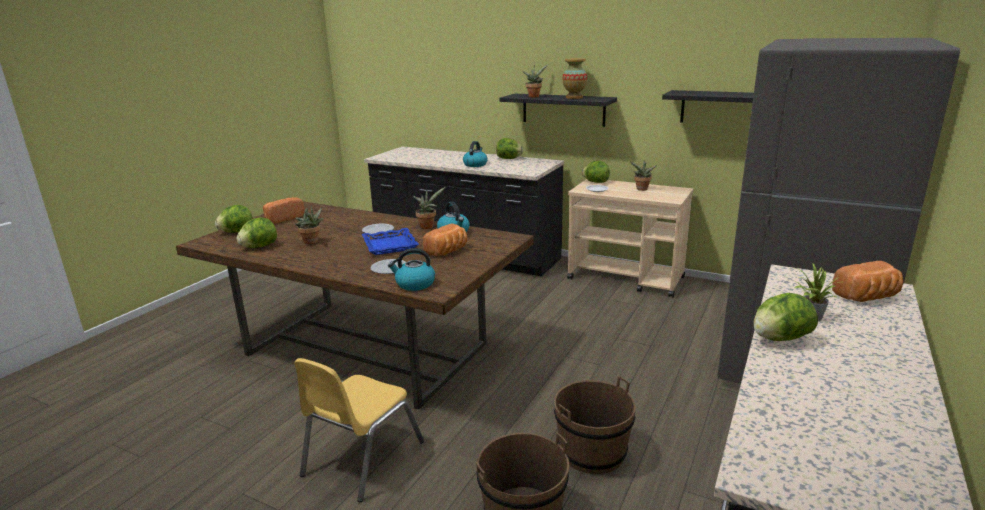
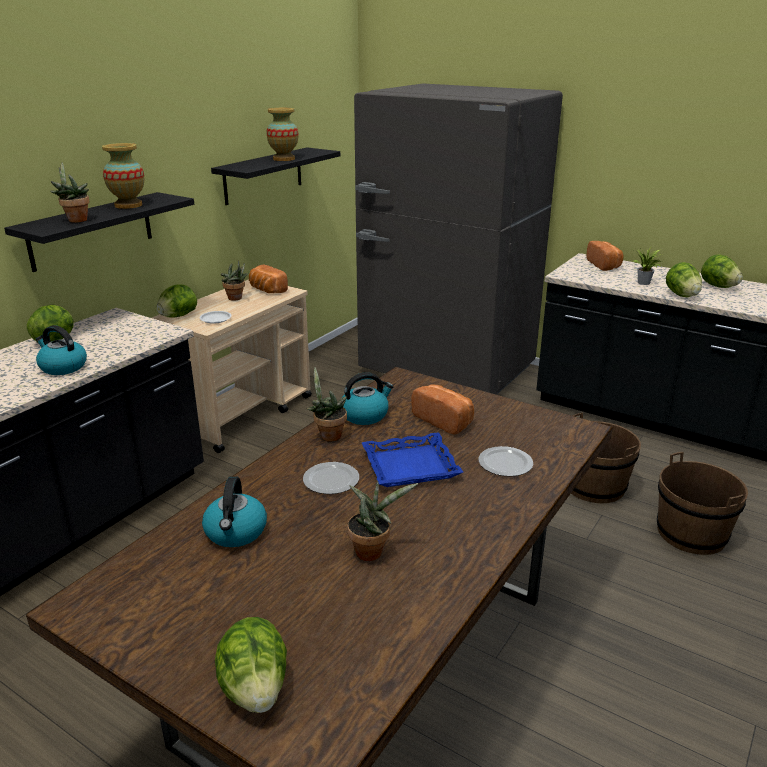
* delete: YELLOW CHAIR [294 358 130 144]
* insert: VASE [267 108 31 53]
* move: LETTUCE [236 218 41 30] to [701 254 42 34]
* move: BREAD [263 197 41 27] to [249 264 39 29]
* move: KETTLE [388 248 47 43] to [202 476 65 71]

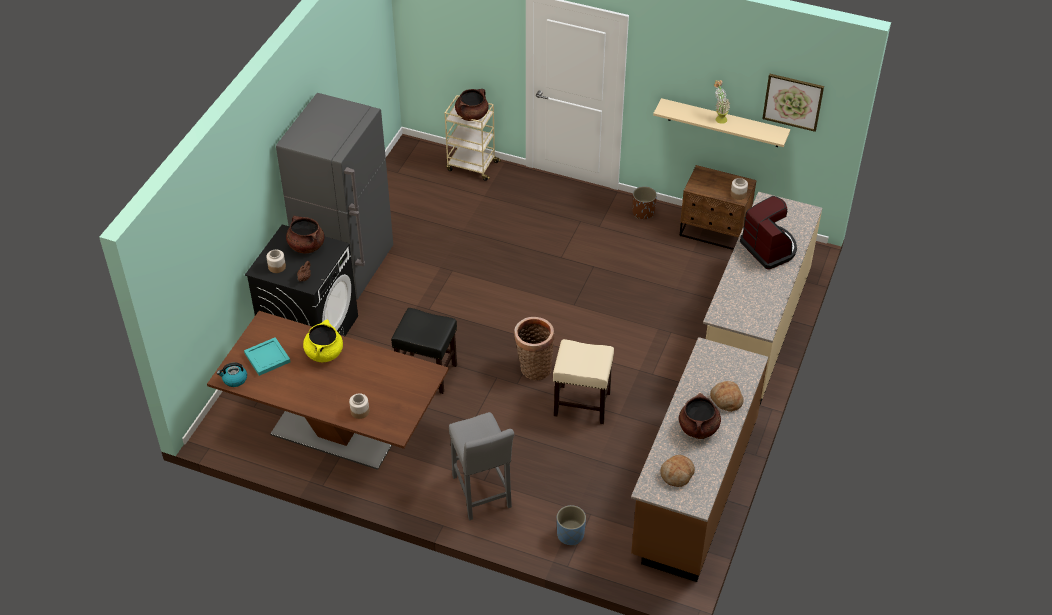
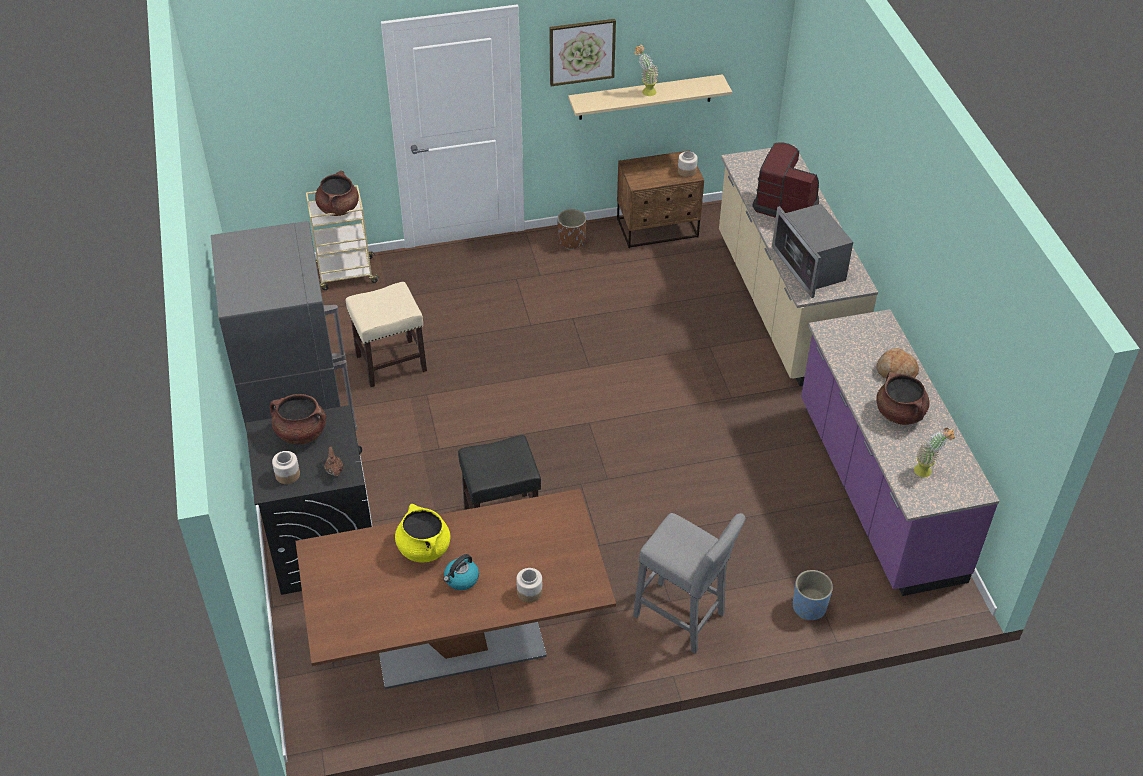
* delete: TURQUOISE TRAY [244 337 46 39]
* delete: BASKET [514 317 40 64]
* insert: MICROWAVE [772 204 81 94]
* move: KETTLE [217 362 30 25] to [443 554 36 36]
* move: BEIGE STOOL [553 339 61 85] to [346 282 81 105]
* move: PICTURE [762 74 62 58] to [549 19 67 67]
* replace: BREAD [661 455 34 32] to POTTED PLANT [914 428 41 49]
* recolor: BROWN COUNTER [631 337 137 245] to PURPLE COUNTER [801 309 198 287]

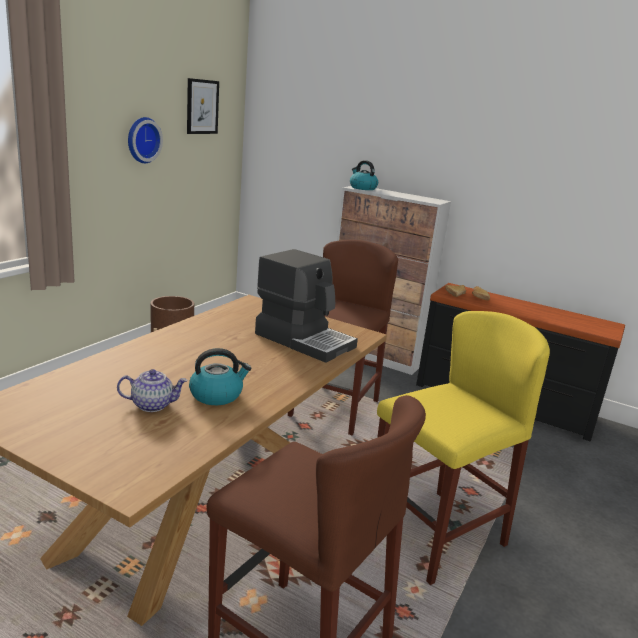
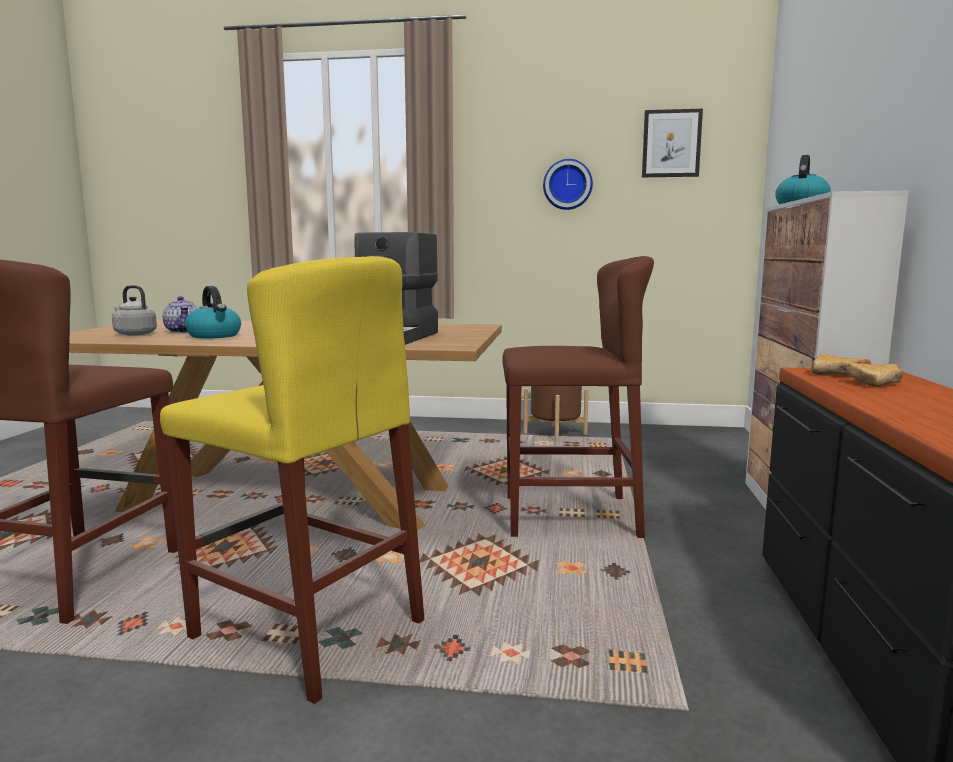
* insert: GREY KETTLE [112 285 45 51]

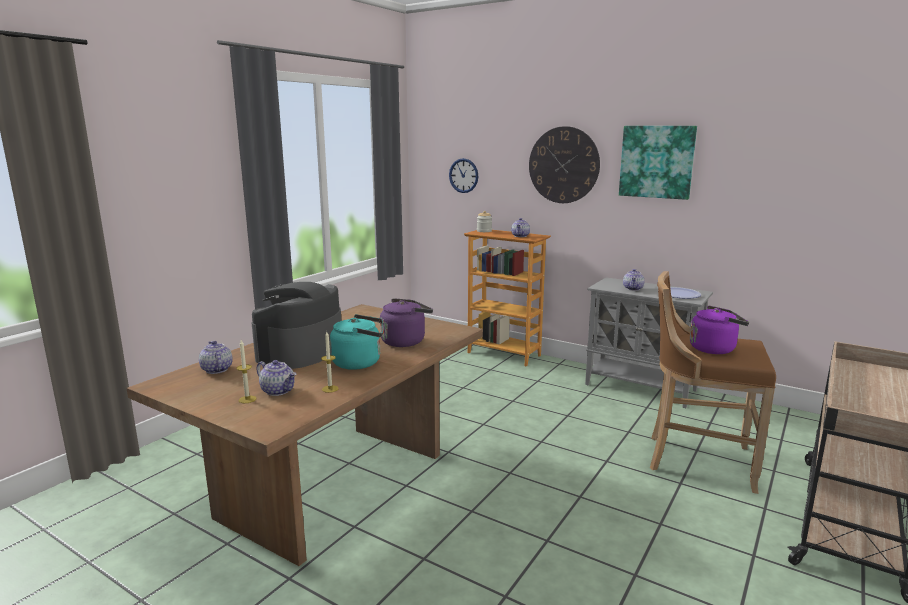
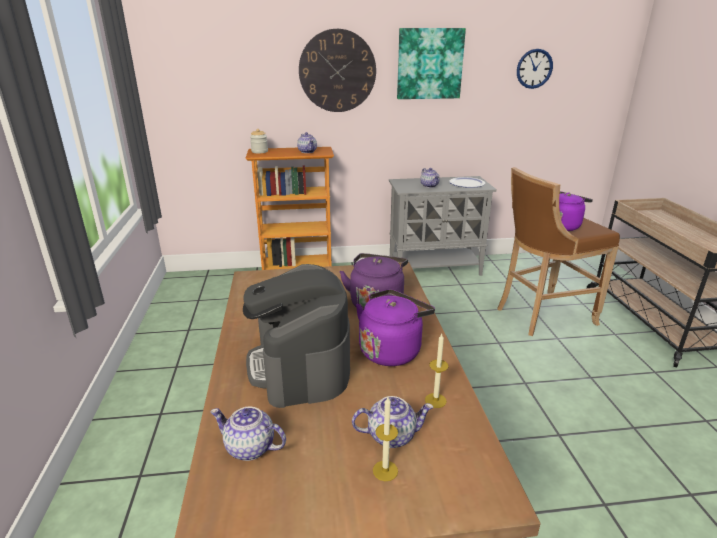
* move: WALL CLOCK [449 158 29 35] to [517 49 36 40]
* recolor: TURQUOISE KETTLE [330 314 53 56] to PURPLE KETTLE [356 289 79 77]

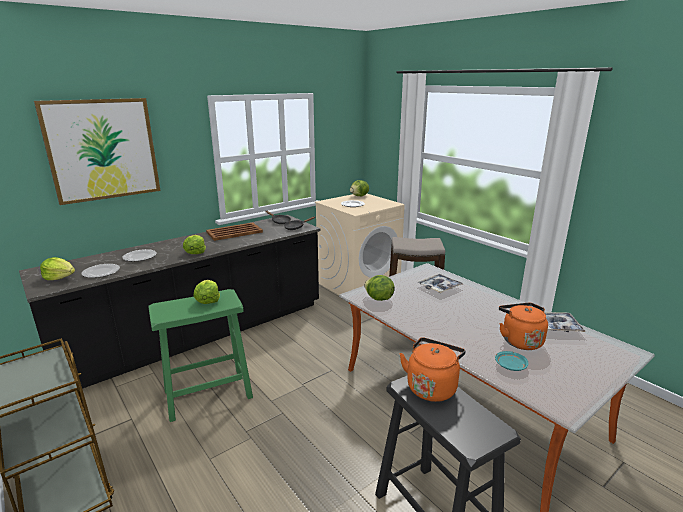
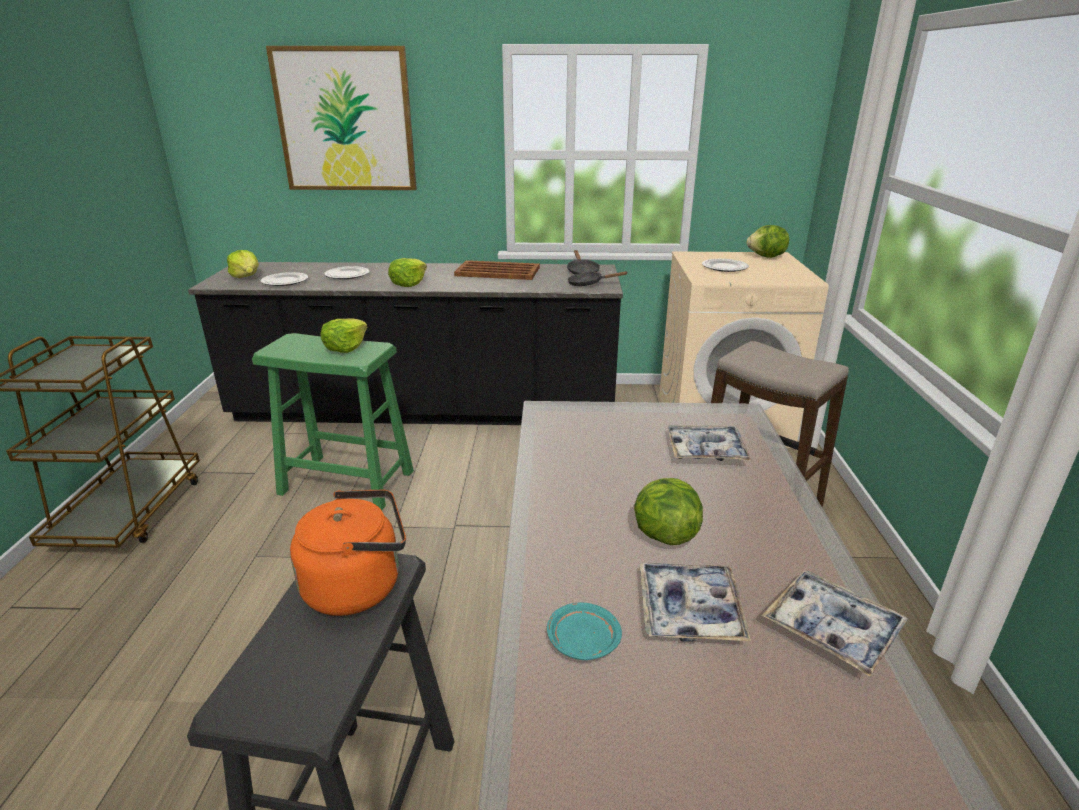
* move: LETTUCE [364 275 31 26] to [634 478 69 67]
* replace: ORANGE KETTLE [499 303 49 47] to TRAY [640 563 111 79]

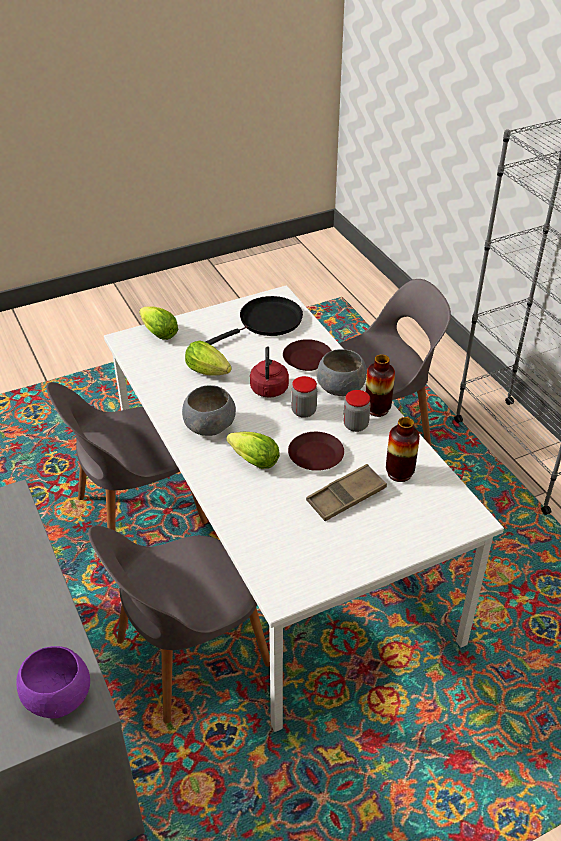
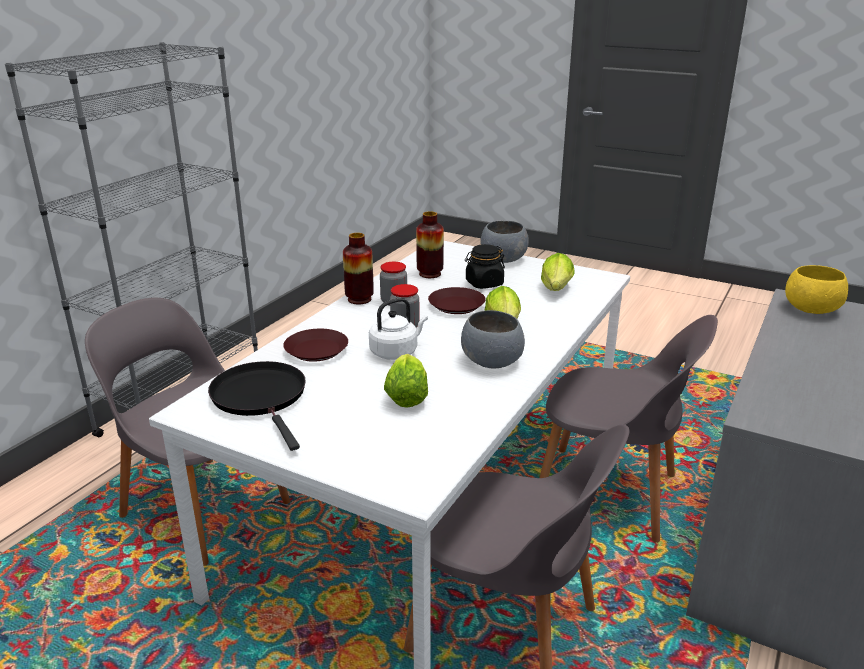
* move: LETTUCE [139 306 39 34] to [541 253 34 38]
* move: GREY BOWL [316 349 51 47] to [480 221 49 42]
* replace: BROWN TRAY [306 464 81 57] to BLACK JAR [465 244 40 45]
* recolor: PURPLE BOWL [16 646 74 73] to YELLOW BOWL [785 265 63 49]
* recolor: RED KETTLE [250 346 39 52] to WHITE KETTLE [369 298 59 62]
* rotate: BLACK FRYING PAN [205 296 98 49] = [208 361 98 90] 45 degrees clockwise

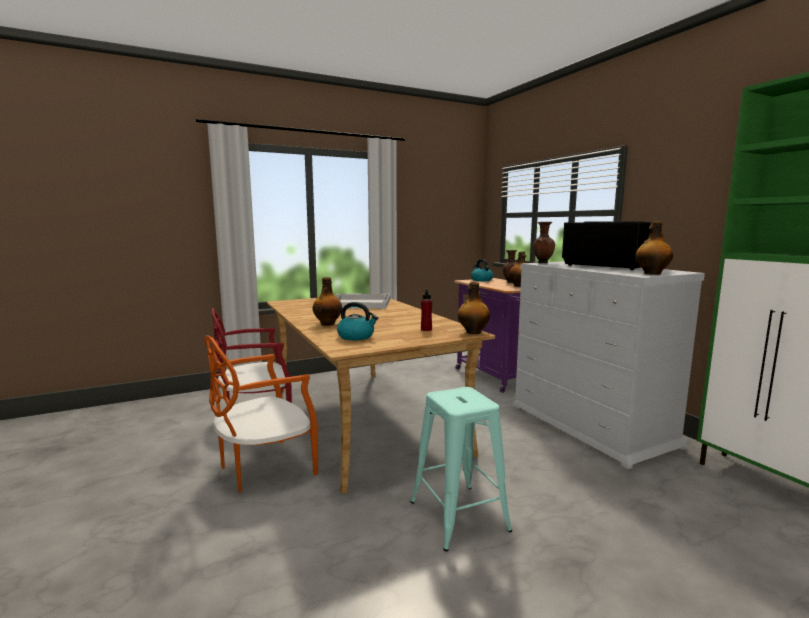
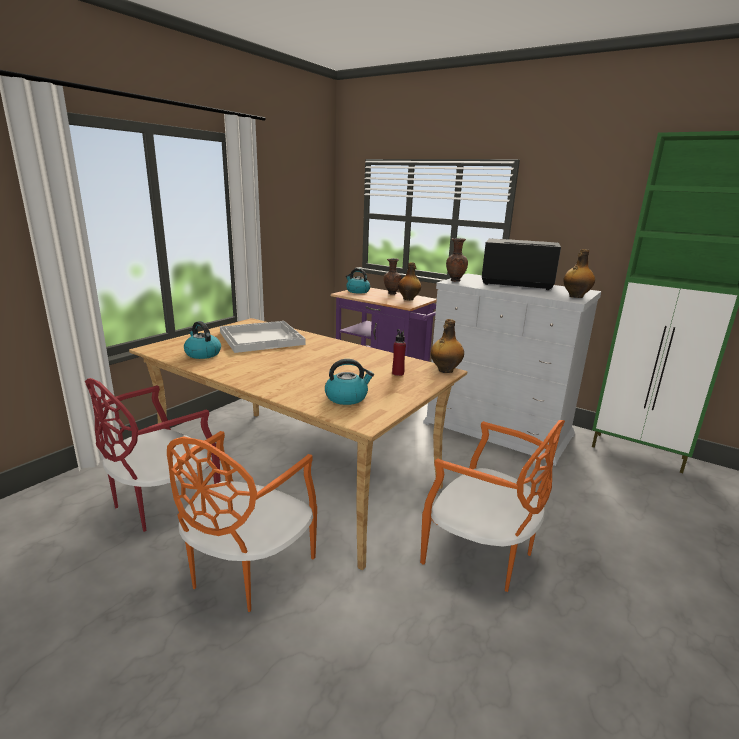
* delete: BOTTLE [313 277 29 49]
* insert: KETTLE [184 321 37 38]
* replace: TURQUOISE STOOL [411 387 101 165] to ORANGE CHAIR [420 420 145 172]

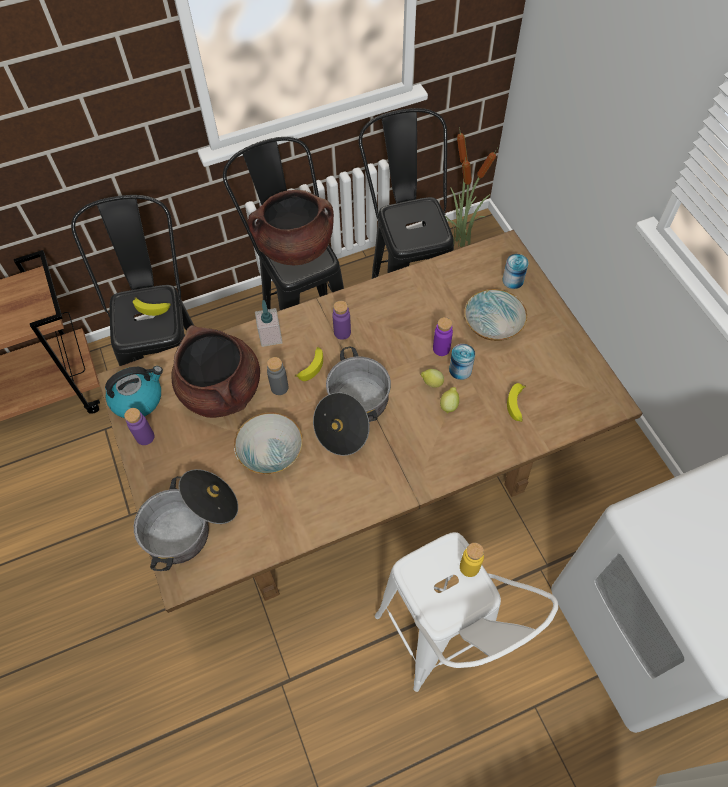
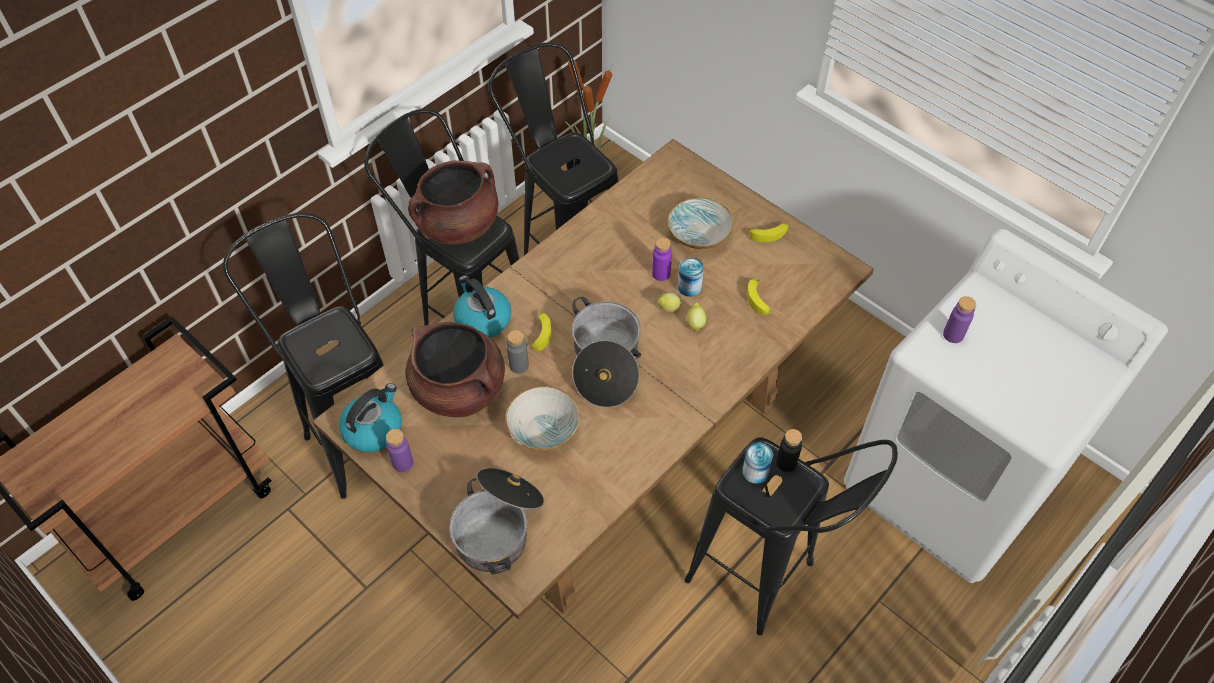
* move: BANANA [133 297 38 19] to [747 223 41 19]
* move: PURPLE BOTTLE [332 301 19 39] to [943 296 33 47]
* move: CAN [502 254 27 35] to [742 442 31 42]
* replace: SOAP DISPENSER [255 300 28 47] to KETTLE [453 275 58 63]
* recolor: WHITE STOOL [375 532 183 160] to BLACK STOOL [685 437 213 198]
* recolor: YELLOW BOTTLE [460 543 24 34] to BLACK BOTTLE [776 429 26 43]

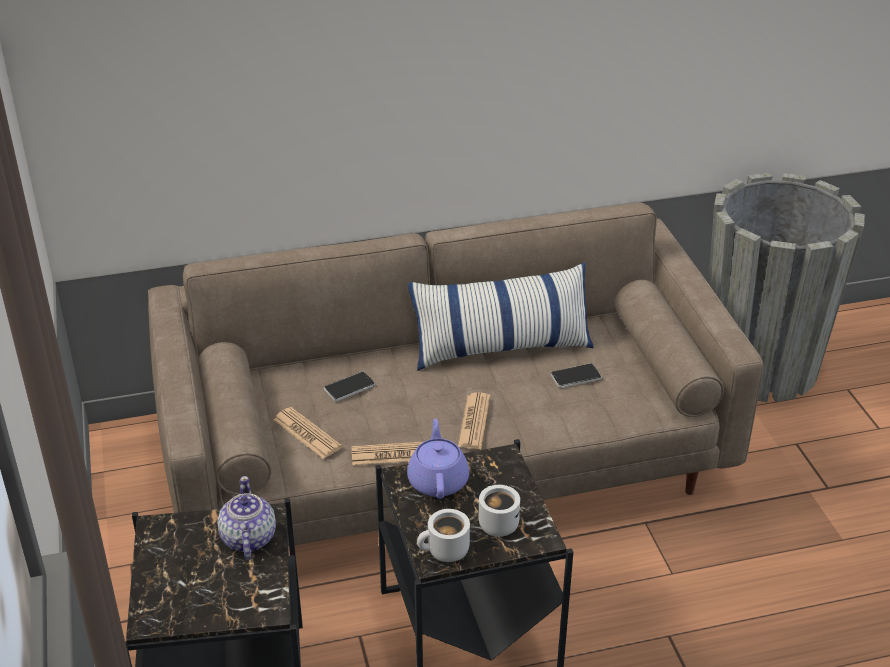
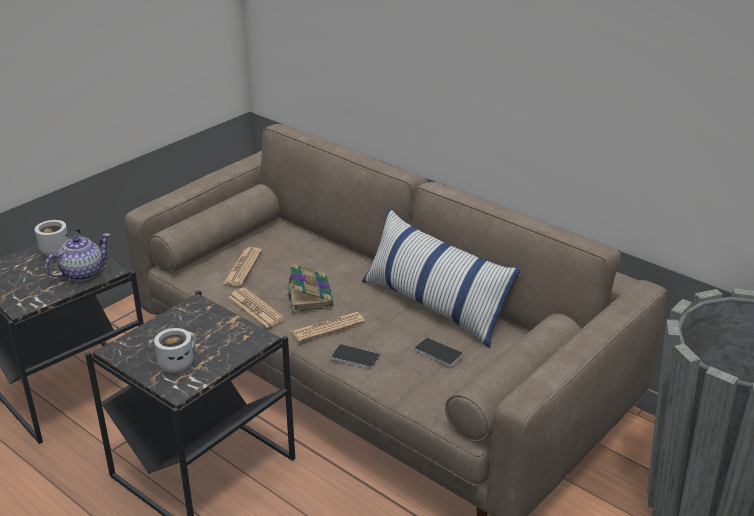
* delete: PURPLE TEAPOT [407 418 62 81]
* insert: BOOK [287 263 47 50]
* move: PHONE [324 371 51 30] to [331 344 49 25]
* move: WHITE MUG [417 509 53 53] to [35 220 34 36]

